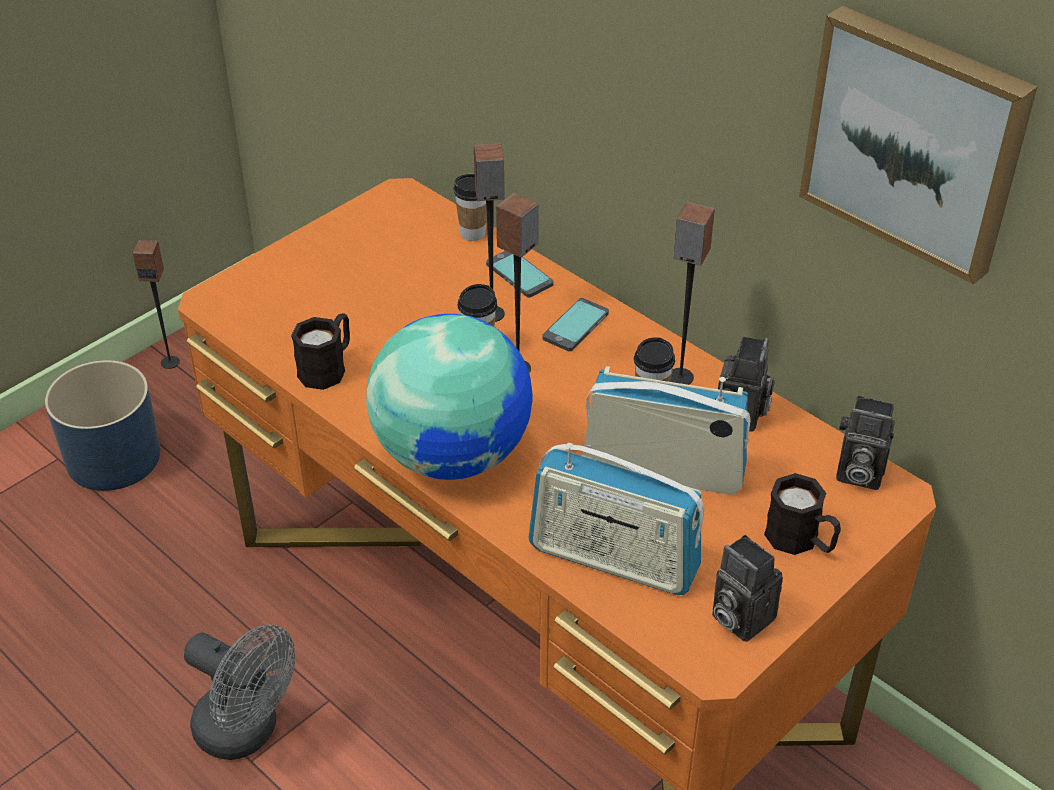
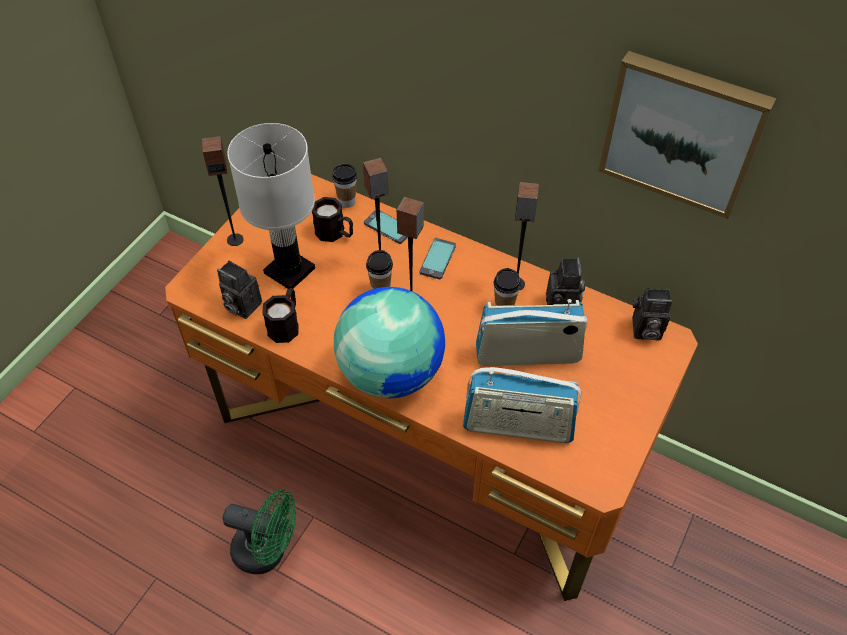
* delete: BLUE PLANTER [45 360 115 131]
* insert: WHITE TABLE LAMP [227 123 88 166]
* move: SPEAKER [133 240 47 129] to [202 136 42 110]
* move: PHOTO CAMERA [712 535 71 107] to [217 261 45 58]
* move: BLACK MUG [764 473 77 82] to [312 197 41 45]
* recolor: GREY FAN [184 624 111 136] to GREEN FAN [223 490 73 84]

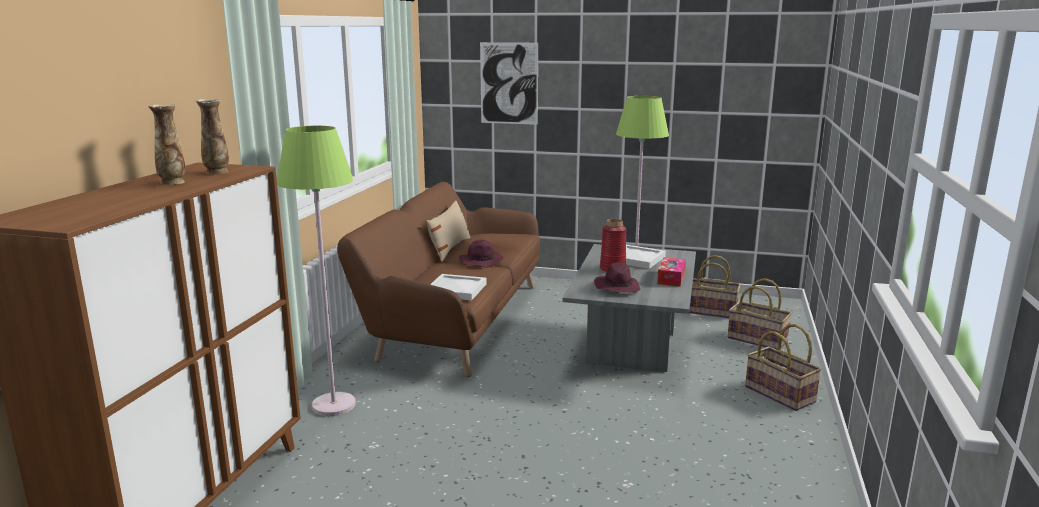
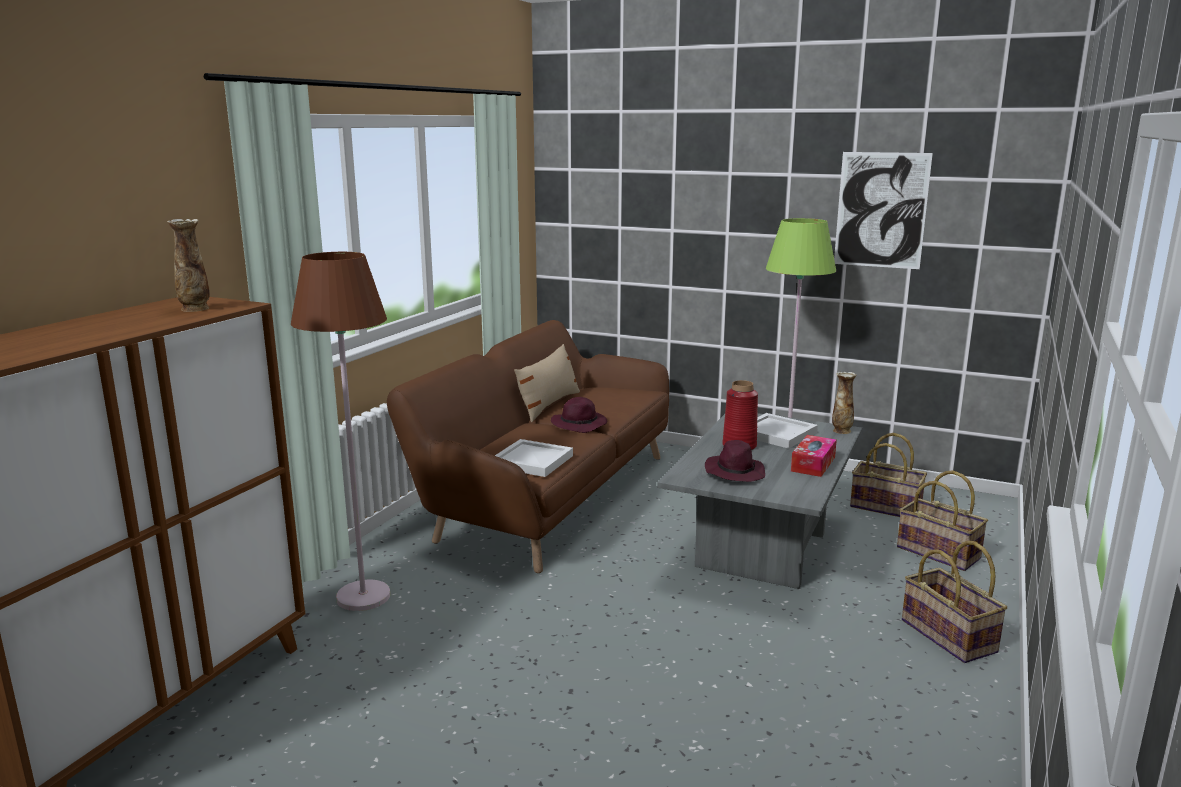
* move: VASE [148 104 37 81] to [832 372 25 62]
* move: PICTURE [480 42 58 83] to [834 152 99 117]
* recolor: GREEN FLOOR LAMP [277 126 79 290] to BROWN FLOOR LAMP [291 252 99 359]

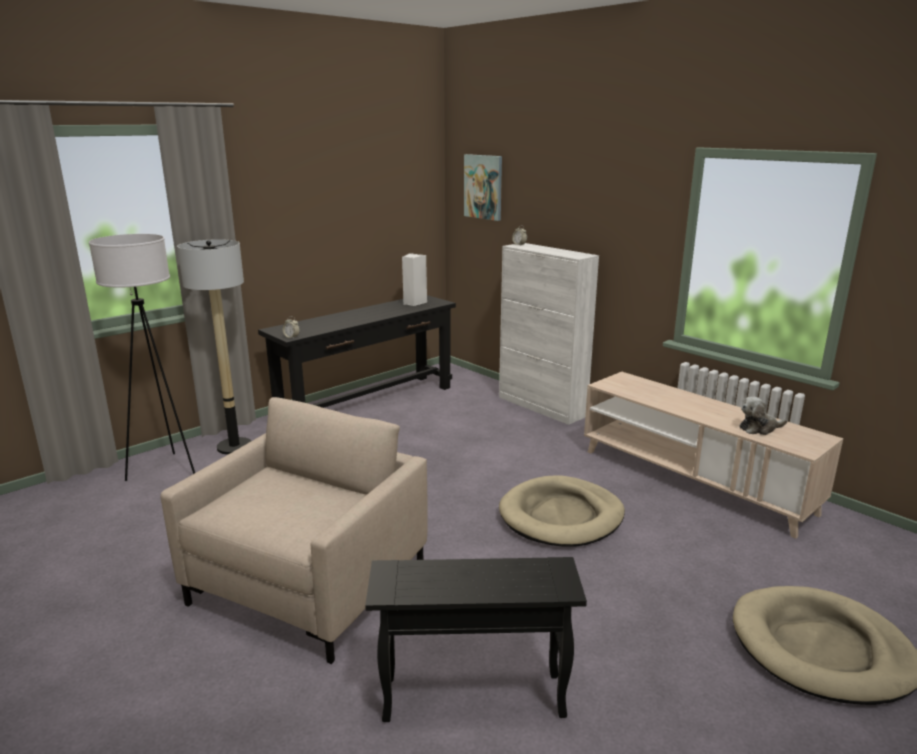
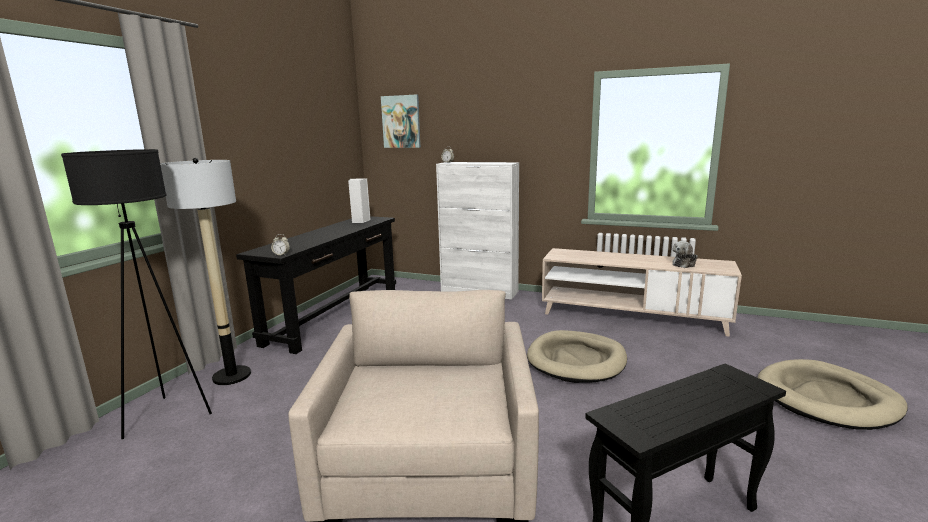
* recolor: WHITE FLOOR LAMP [89 234 106 247] to BLACK FLOOR LAMP [61 149 151 290]

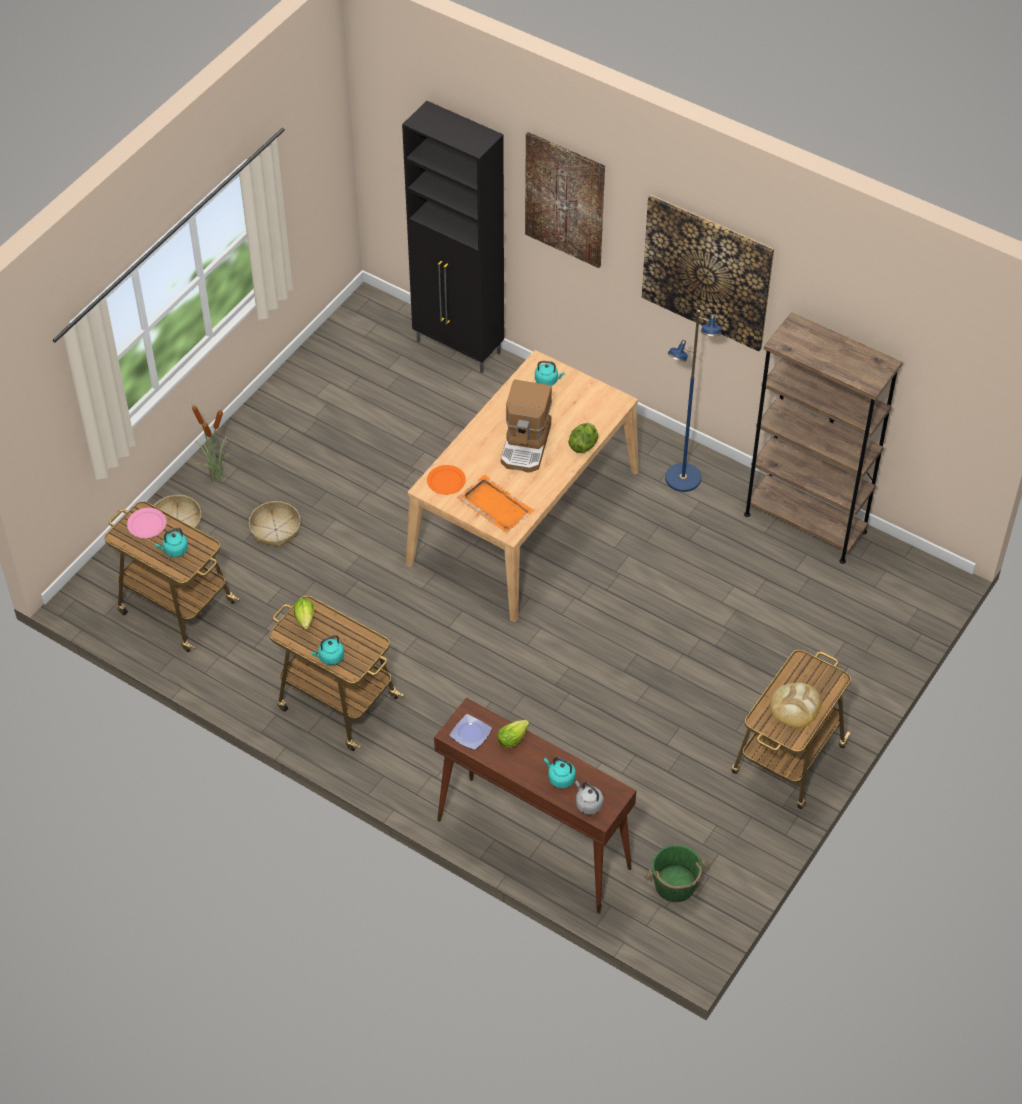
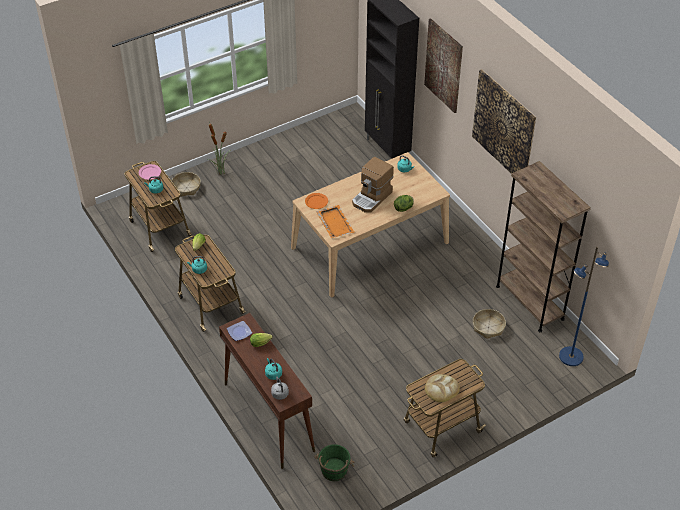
* move: BASKET [249 501 52 47] to [473 309 33 30]
* move: BLUE FLOOR LAMP [665 310 57 182] to [559 247 50 119]

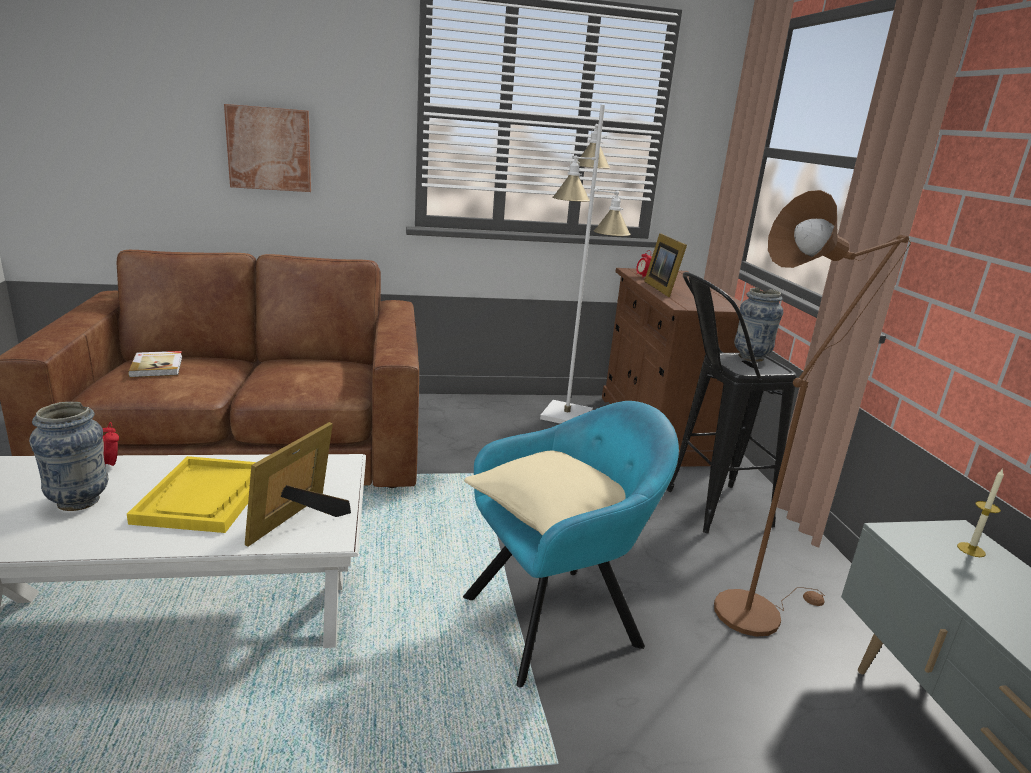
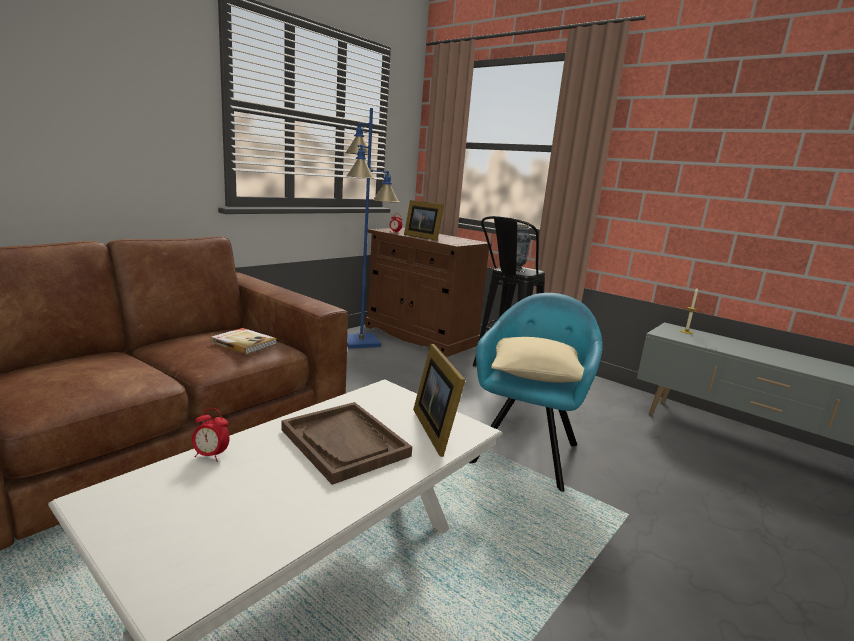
* delete: VASE [29 402 79 109]
* delete: PICTURE [224 104 87 88]
* delete: BROWN FLOOR LAMP [714 190 197 447]
* move: BOOK [128 351 54 26] to [210 328 67 27]
* recolor: YELLOW TRAY [127 456 129 77] to BROWN TRAY [281 402 131 83]
* recolor: WHITE FLOOR LAMP [540 104 91 320] to BLUE FLOOR LAMP [345 108 54 241]

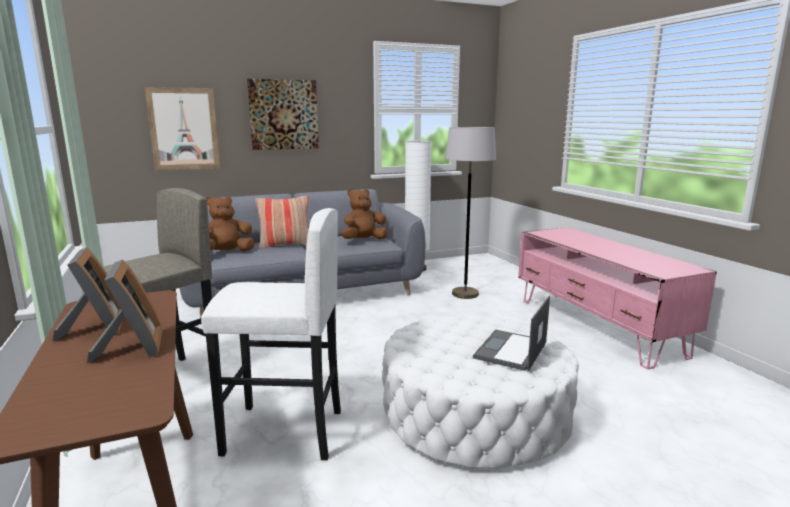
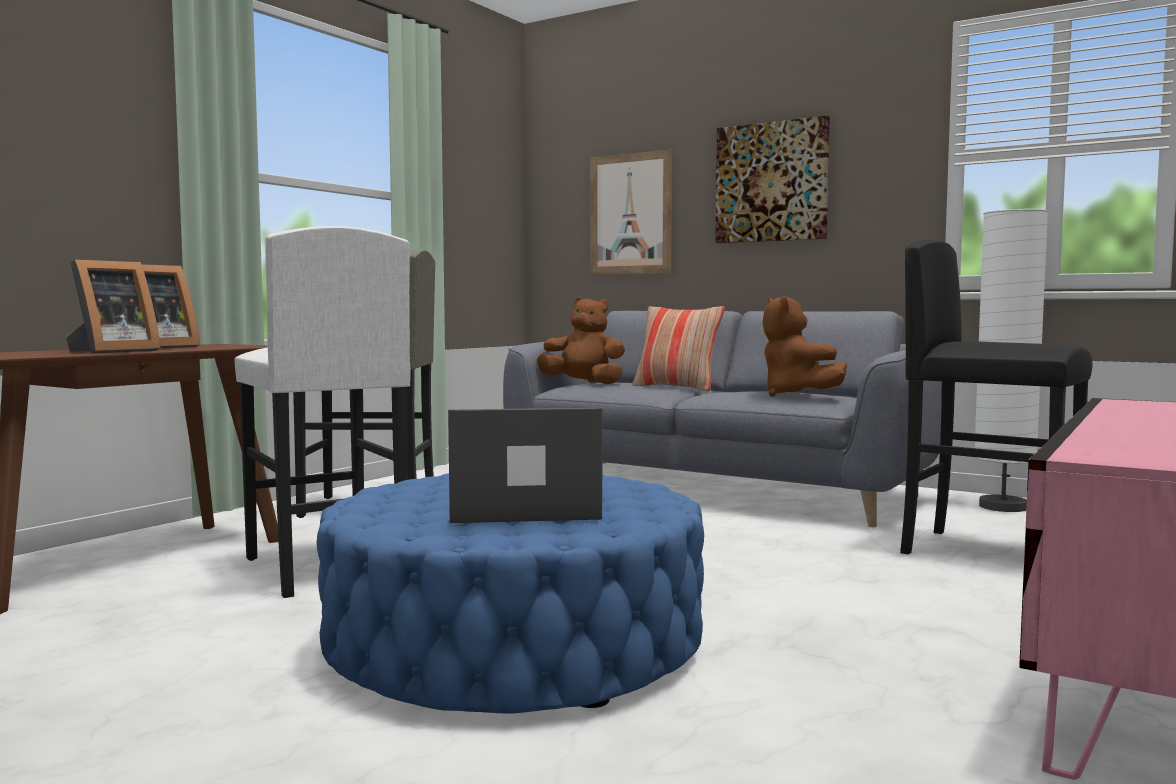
* replace: GREY FLOOR LAMP [445 127 51 172] to BLACK STOOL [900 239 193 315]
* recolor: WHITE OTTOMAN [382 314 197 154] to BLUE OTTOMAN [317 473 387 240]
* rotate: BROWN PLUSH TOY [342 189 46 50] = [763 295 84 102] 135 degrees counterclockwise

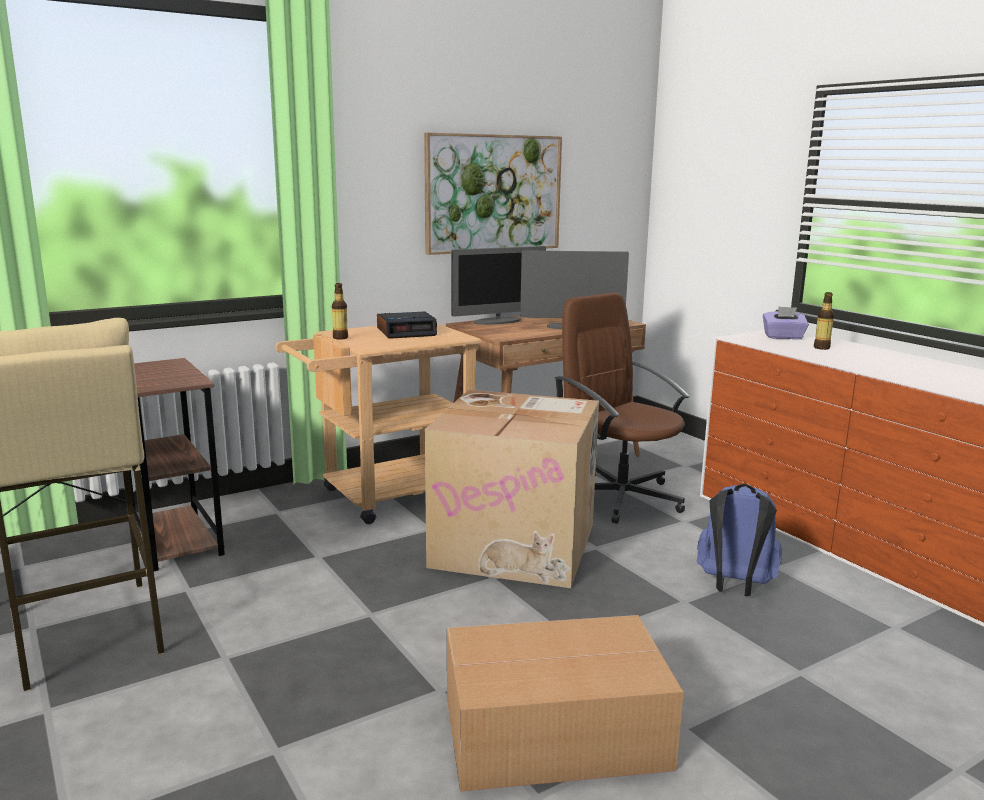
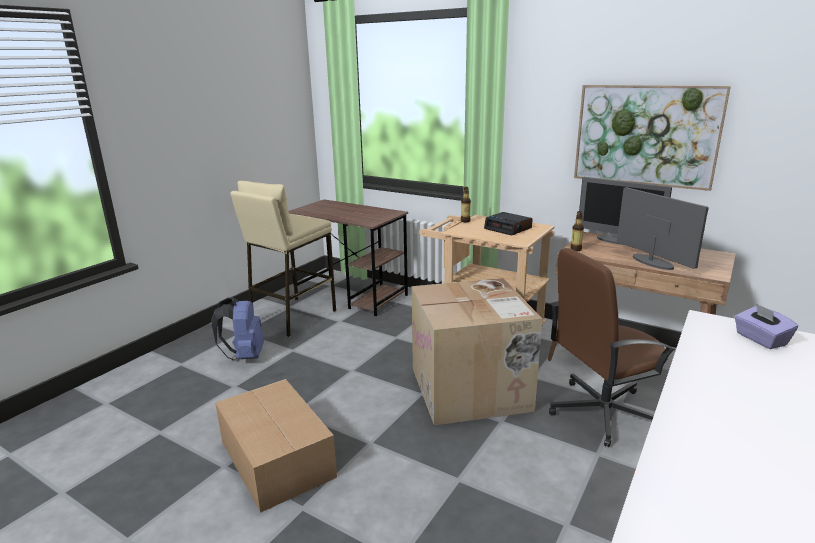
* move: BLUE BACKPACK [697 484 85 112] to [211 297 53 64]
* move: BOTTLE [814 292 20 58] to [571 211 13 40]
* rotate: BROWN OFFICE CHAIR [554 292 136 232] = [549 248 127 199] 135 degrees counterclockwise

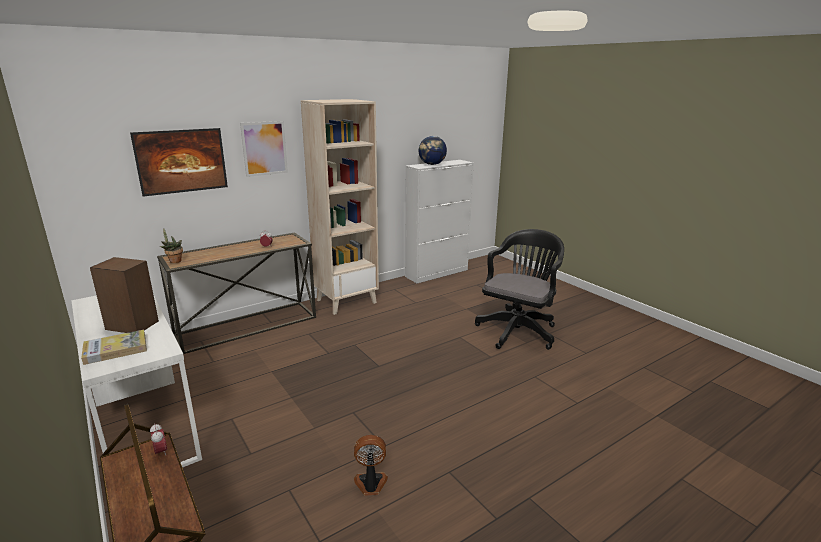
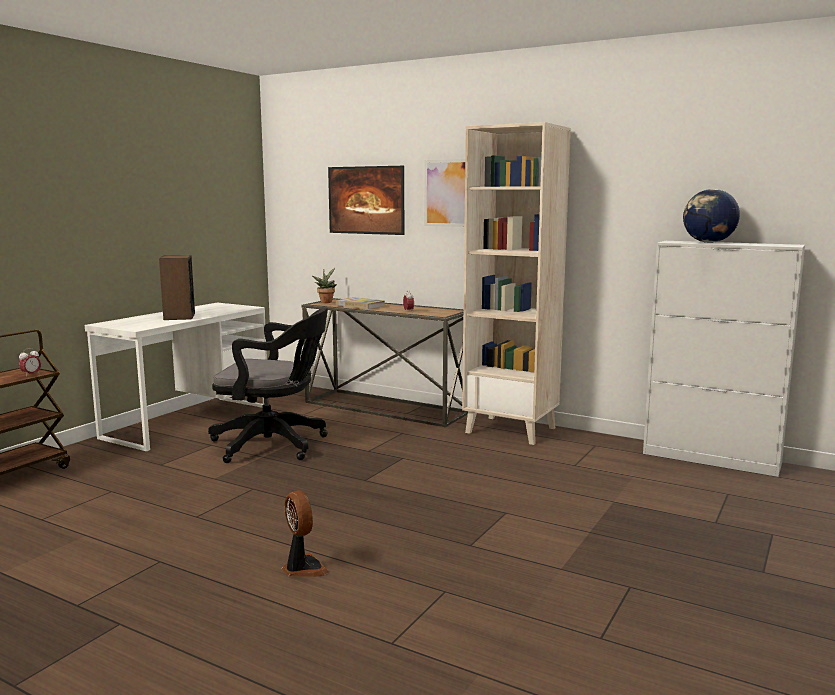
* move: BOOK [81 330 66 35] to [336 297 49 12]
* move: FAN [354 435 34 61] to [282 490 47 87]
* move: BLACK OFFICE CHAIR [475 229 89 121] to [208 308 120 155]

